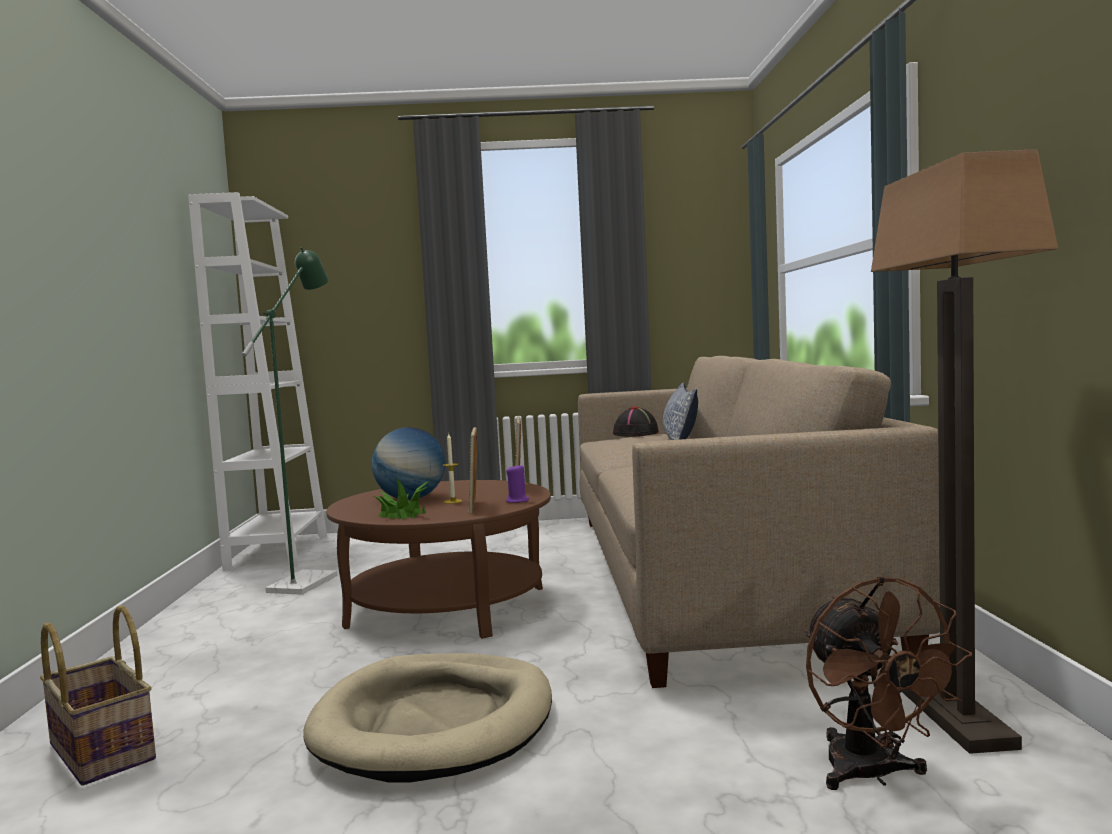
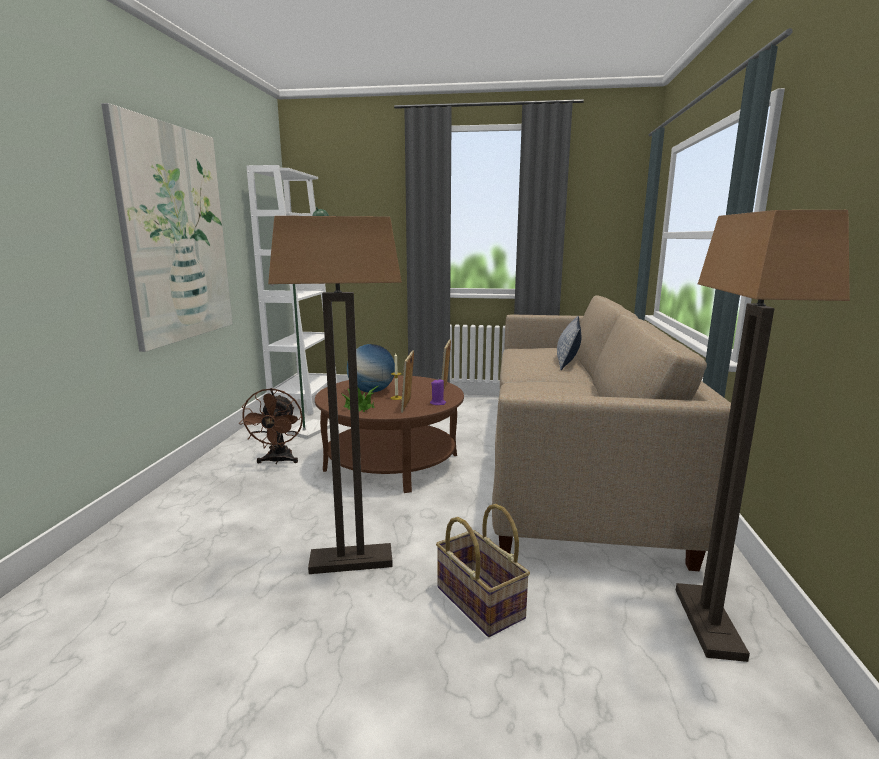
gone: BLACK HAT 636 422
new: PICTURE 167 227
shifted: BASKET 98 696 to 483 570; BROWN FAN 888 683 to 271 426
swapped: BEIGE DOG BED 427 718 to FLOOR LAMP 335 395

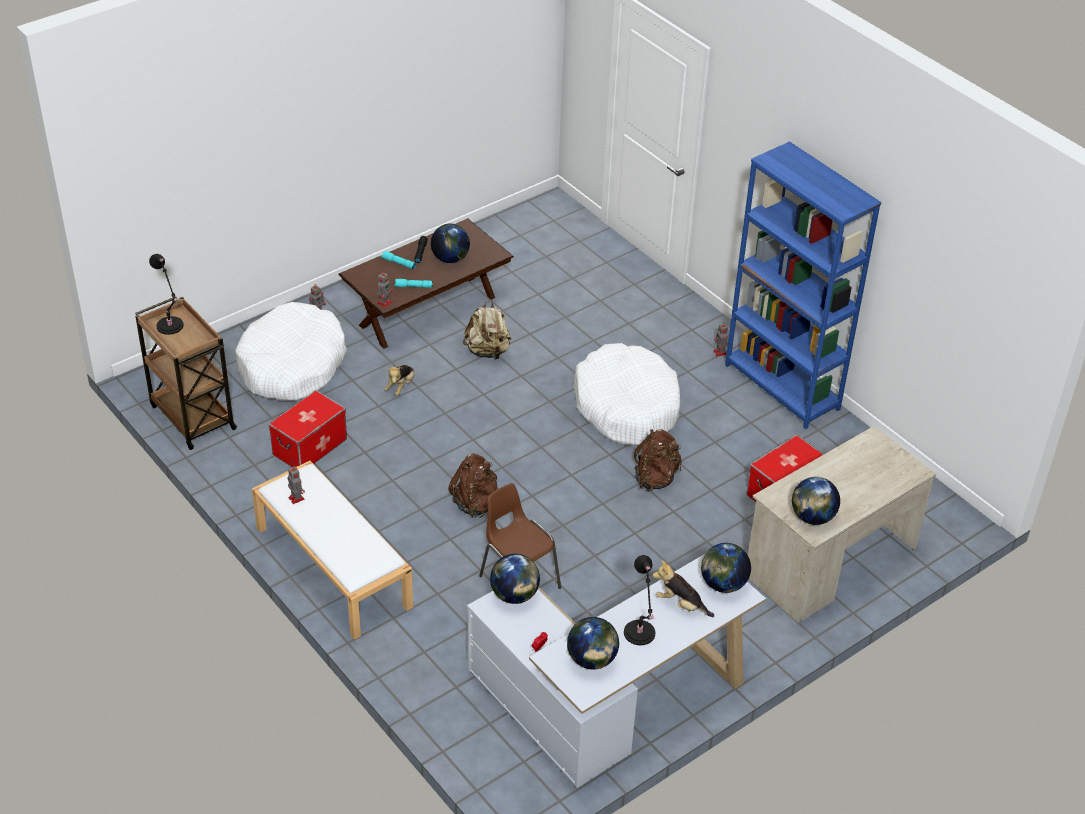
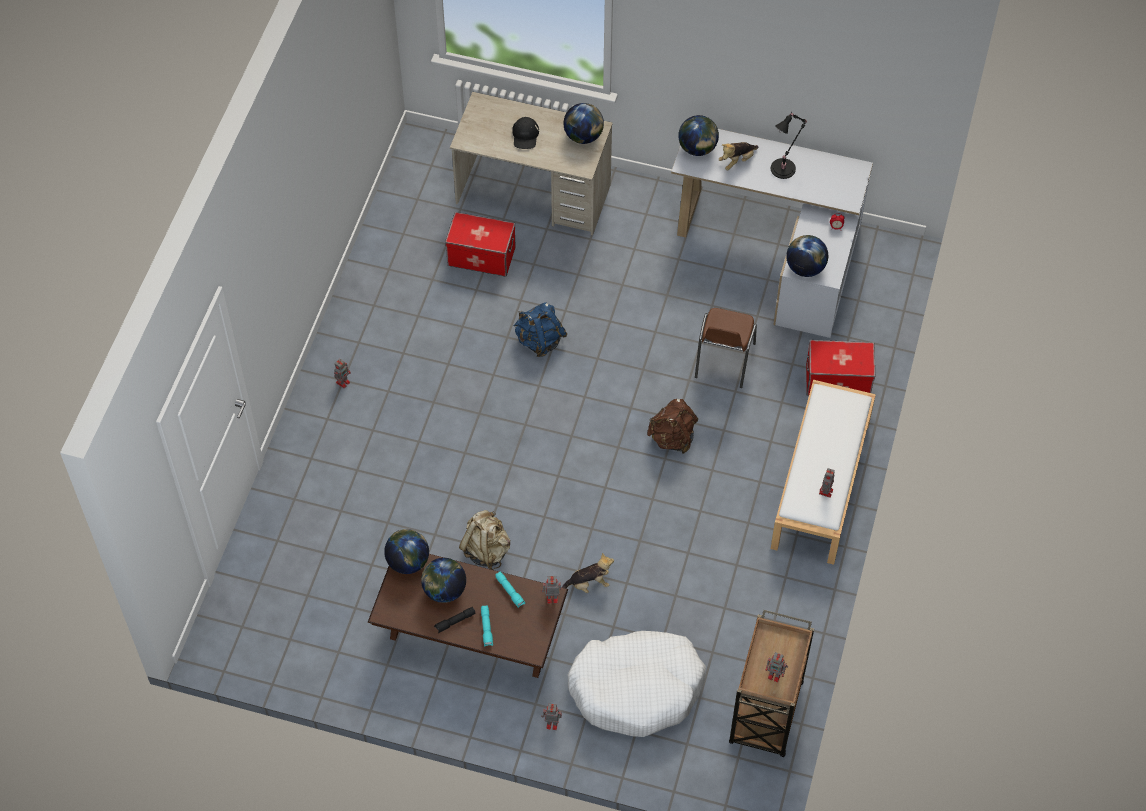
gone: WHITE DOG BED 627 394; BLUE BOOKCASE 803 285
new: BLACK CAP 525 133
shifted: STORAGE BOX 308 428 to 840 368; GLOBE 593 643 to 406 551
swapped: BLACK TABLE LAMP 166 294 to TOY ROBOT 776 667
repainted: BROWN BACKPACK 658 460 to BLUE BACKPACK 540 329
rotated: PLUSH TOY 683 588 = 739 156 60 degrees clockwise

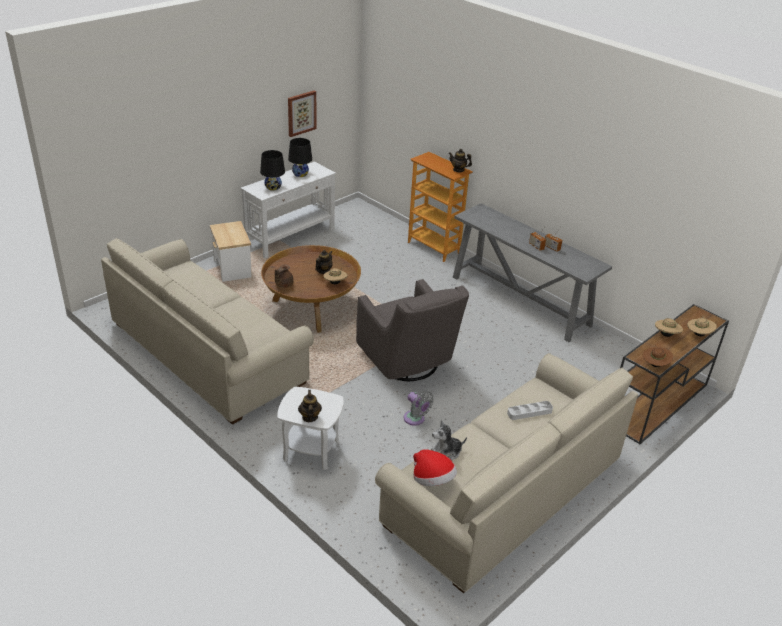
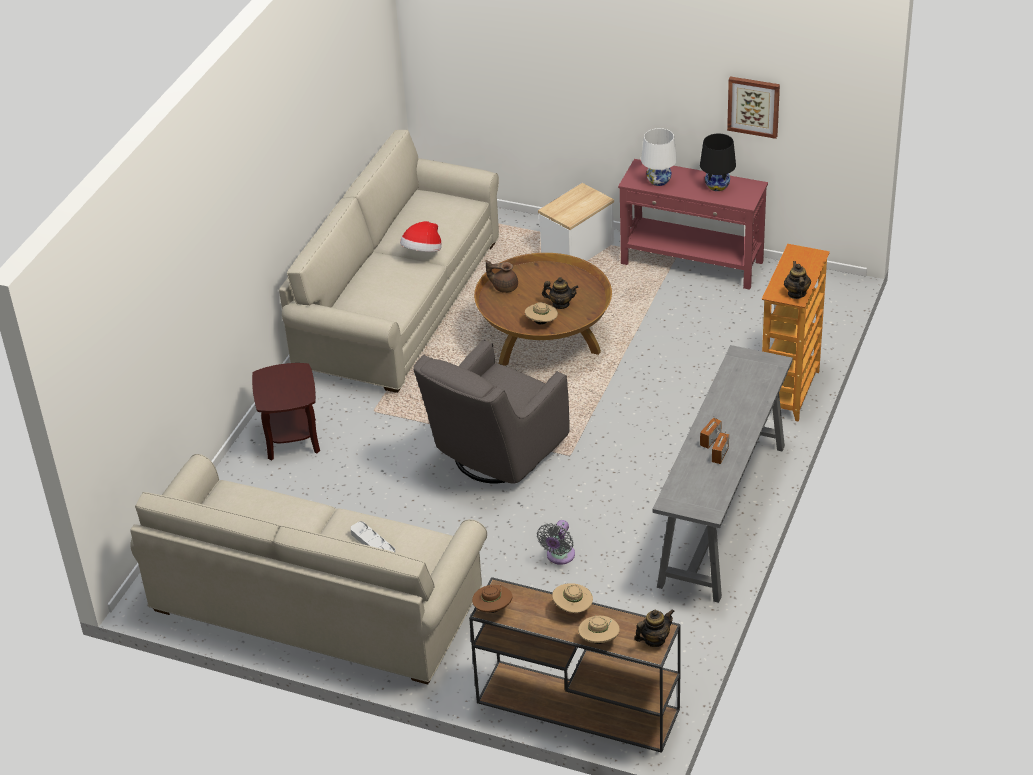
gone: PLUSH TOY 449 440
shifted: TEAPOT 310 406 to 655 628; GREY FAN 419 408 to 556 542; HAT 435 467 to 421 236
repainted: WHITE CONSOLE TABLE 288 210 to RED CONSOLE TABLE 693 224; BLACK TABLE LAMP 272 170 to WHITE TABLE LAMP 659 157; WHITE SIDE TABLE 310 429 to BROWN SIDE TABLE 286 411

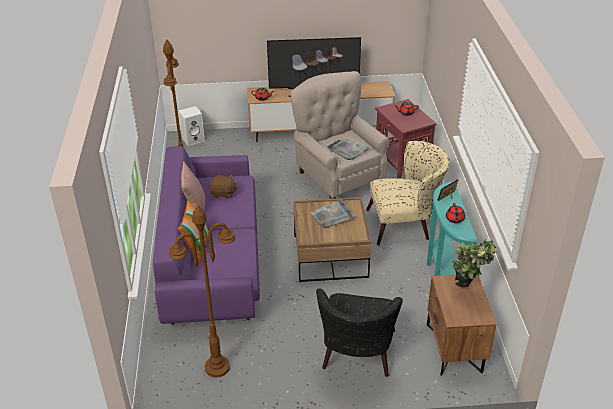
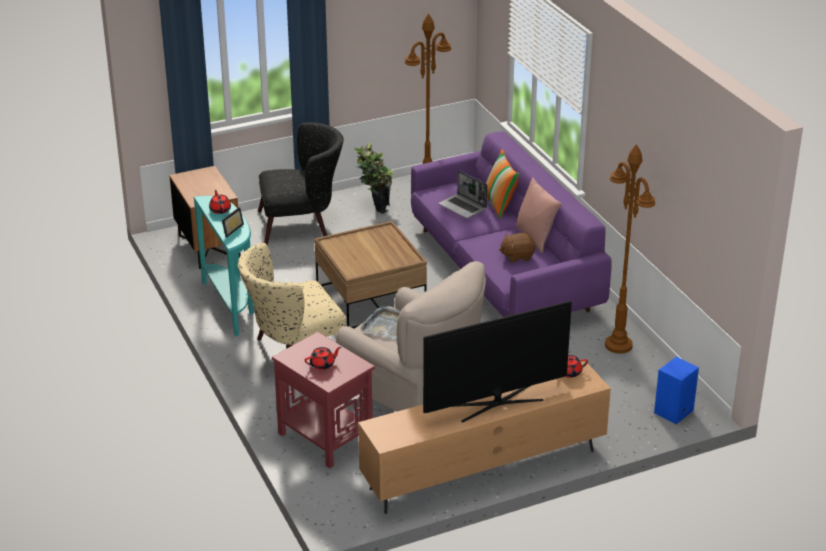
gone: GREY TRAY 332 213
new: LAPTOP 463 194
shifted: POTTED PLANT 474 263 to 374 178
repainted: WHITE SPEAKER 192 126 to BLUE SPEAKER 676 390
rotated: BLACK ARMCHAIR 359 332 = 301 184 90 degrees clockwise

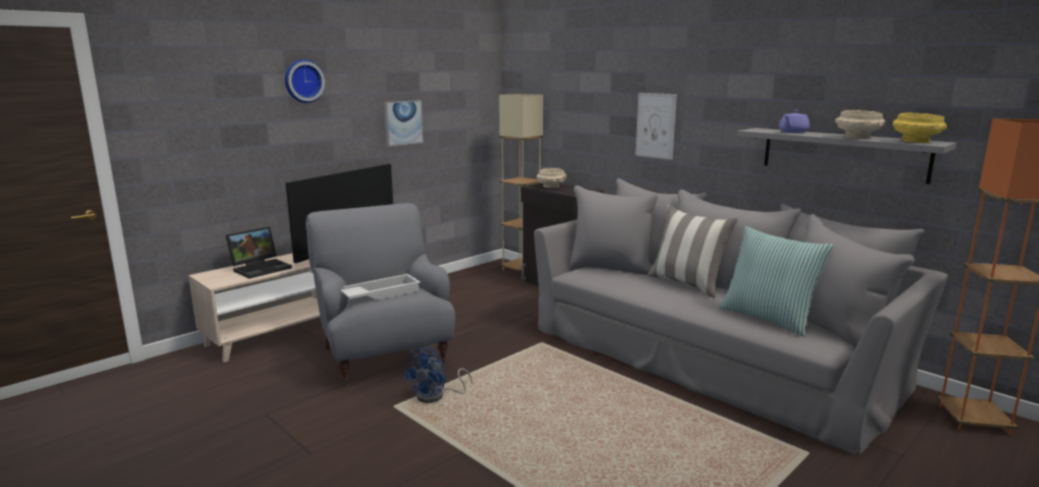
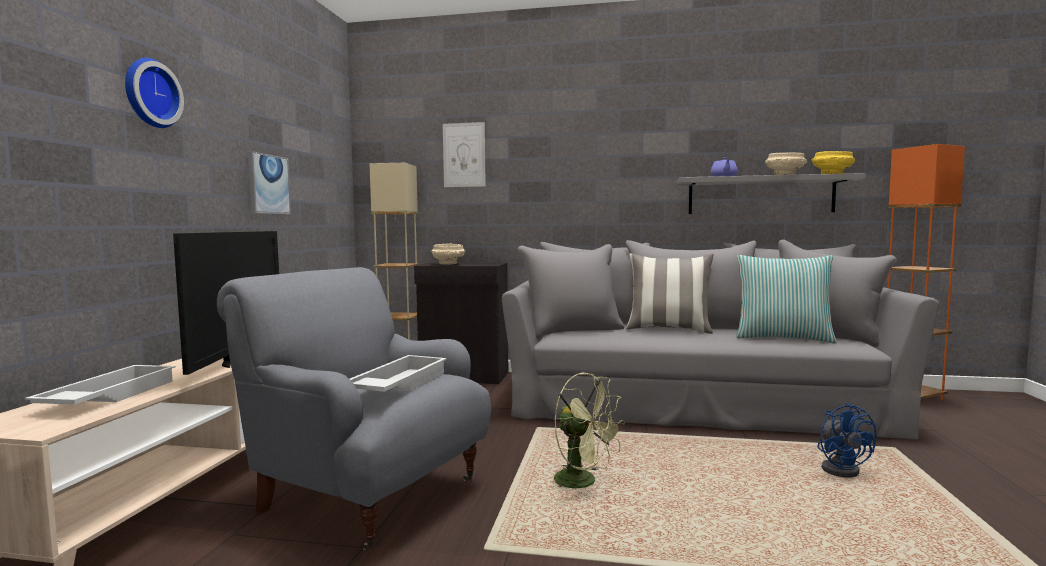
new: GREEN FAN 589 430
shifted: BLUE FAN 437 374 to 847 440; PICTURE 656 126 to 464 154
swapped: LAPTOP 258 253 to WHITE TRAY 100 385

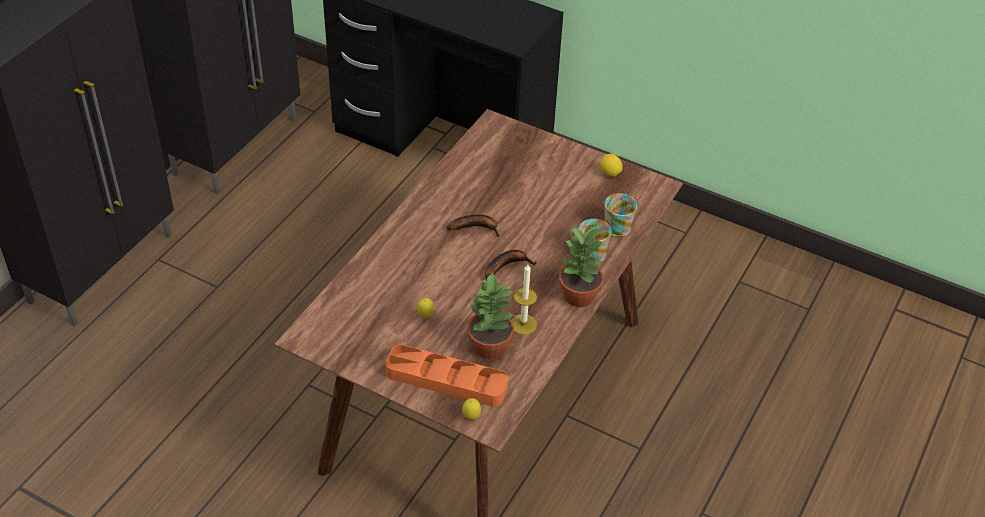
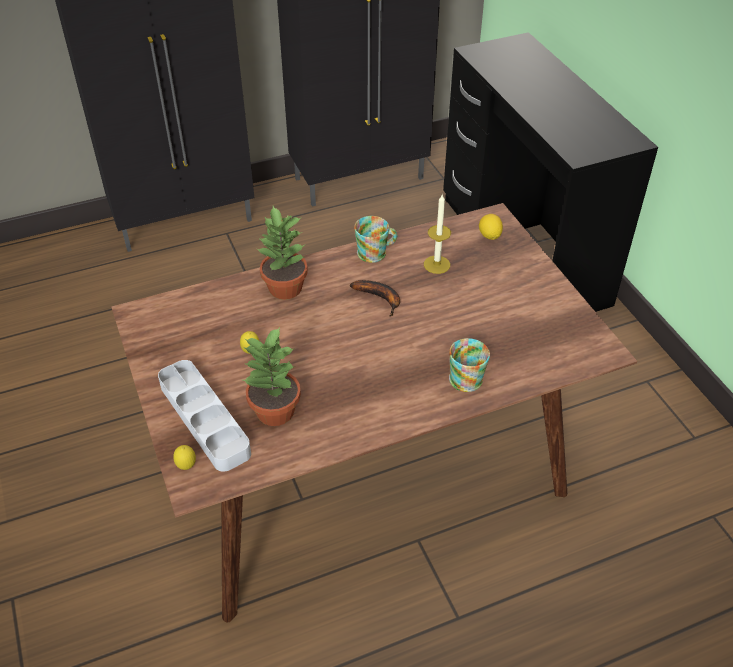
gone: BANANA 511 264
shifted: CANDLE 524 299 to 437 234; POTTED PLANT 581 267 to 282 252; LEMON 611 165 to 491 227; MUG 620 215 to 375 239
repainted: ORANGE TRAY 446 375 to GREY TRAY 204 416

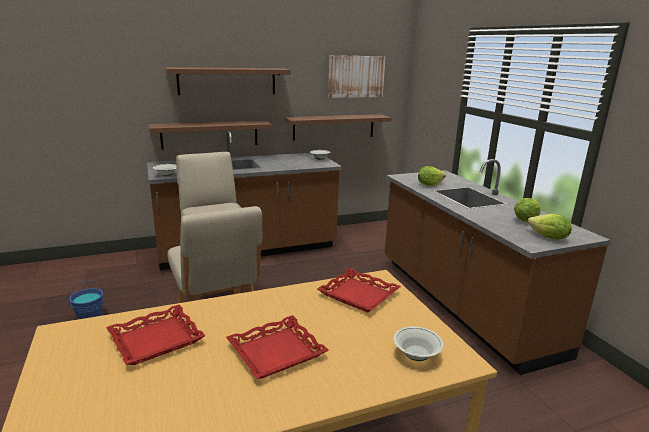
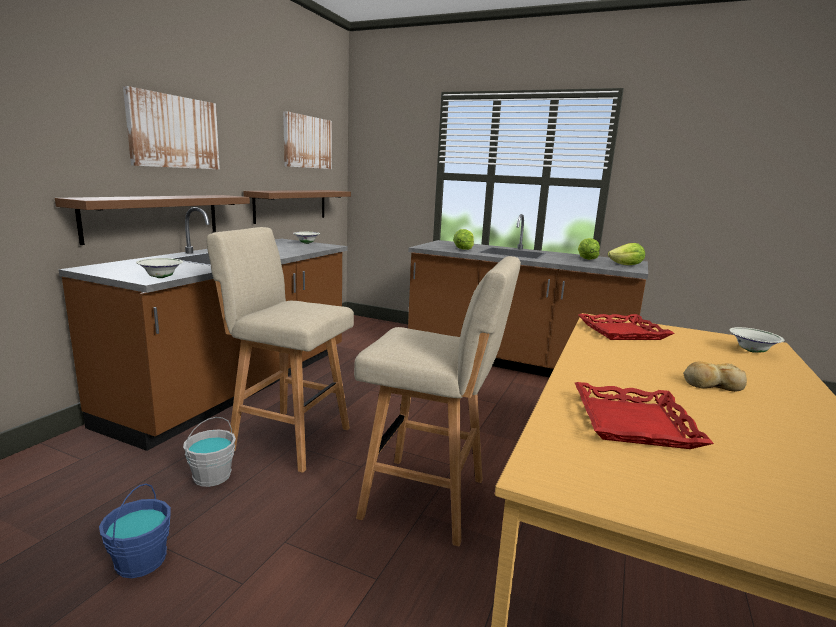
new: GREY BUCKET 209 452
swapped: BROWN SHELF 228 81 to PICTURE 171 128; RED TRAY 277 347 to BREAD 715 376

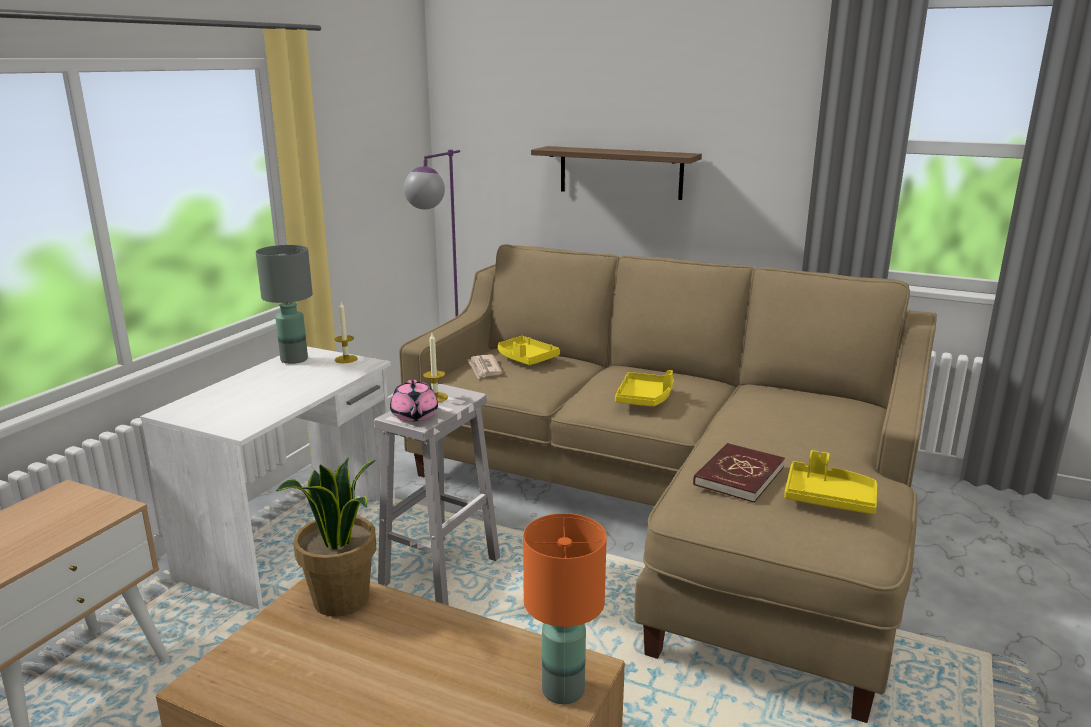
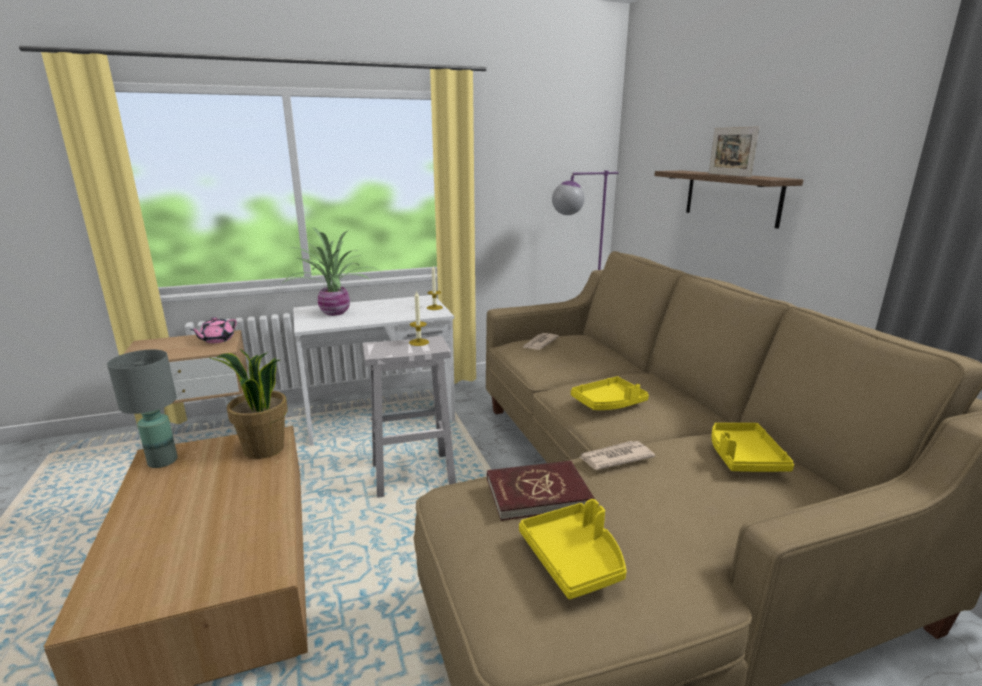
gone: ORANGE TABLE LAMP 565 608
new: POTTED PLANT 330 271; NEWSPAPER 617 455; PICTURE FRAME 734 151
shifted: GREY TABLE LAMP 284 304 to 142 409; PINK TEAPOT 414 401 to 213 330; YELLOW TRAY 529 350 to 752 447

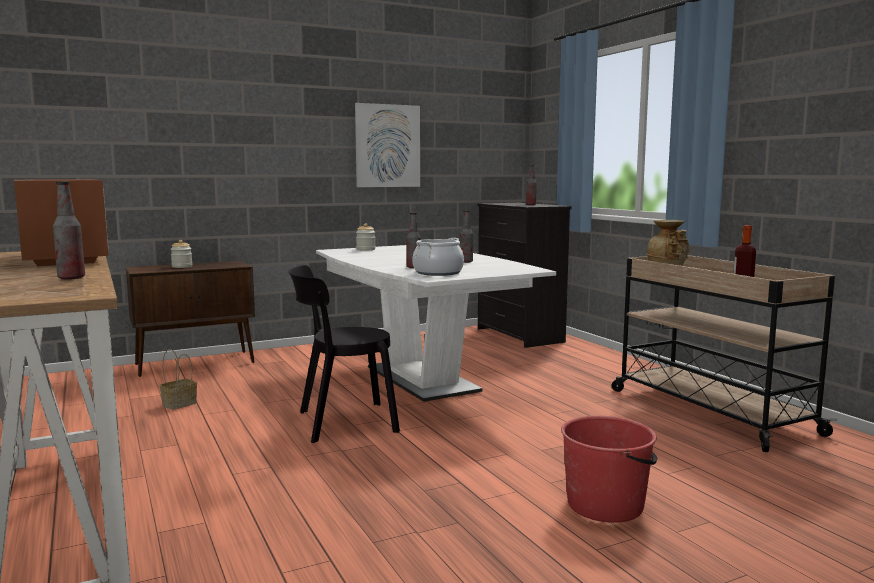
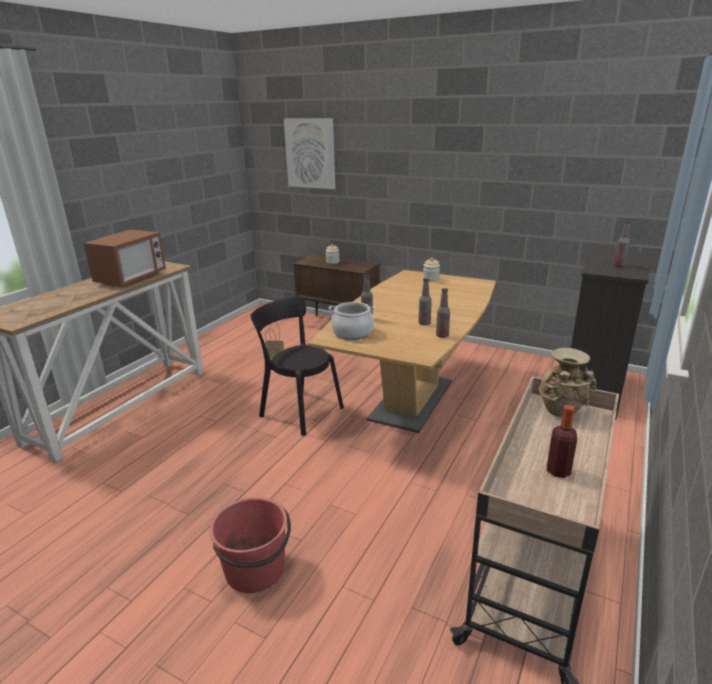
shifted: BOTTLE 69 230 to 443 313; PICTURE 387 145 to 309 153
repainted: WHITE DINING TABLE 436 323 to BROWN DINING TABLE 402 351

